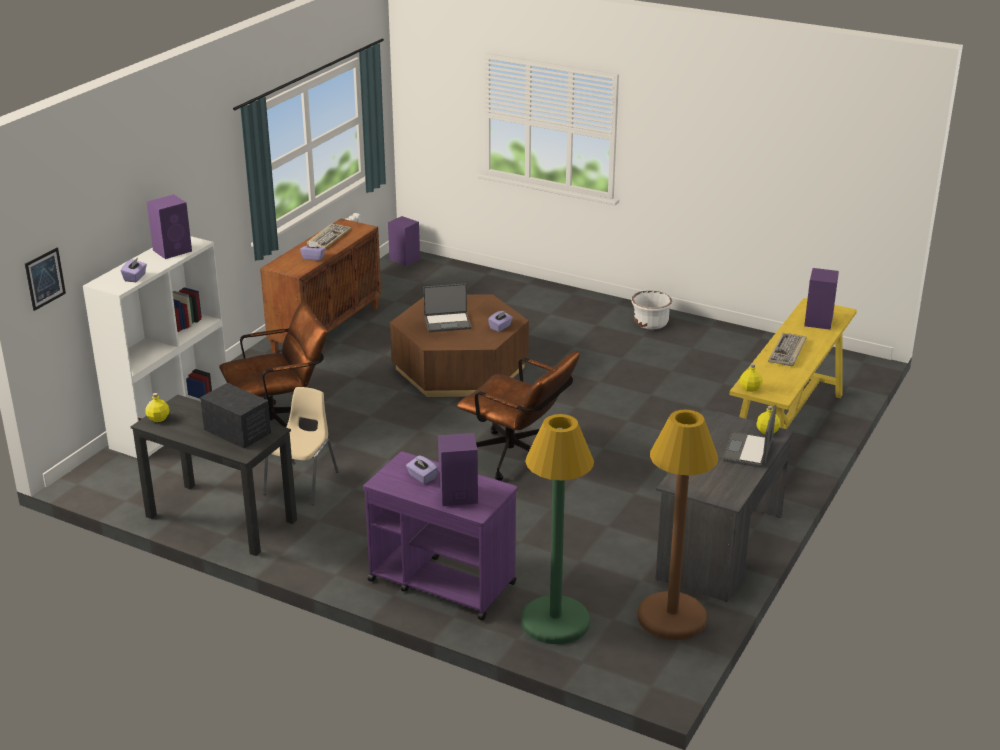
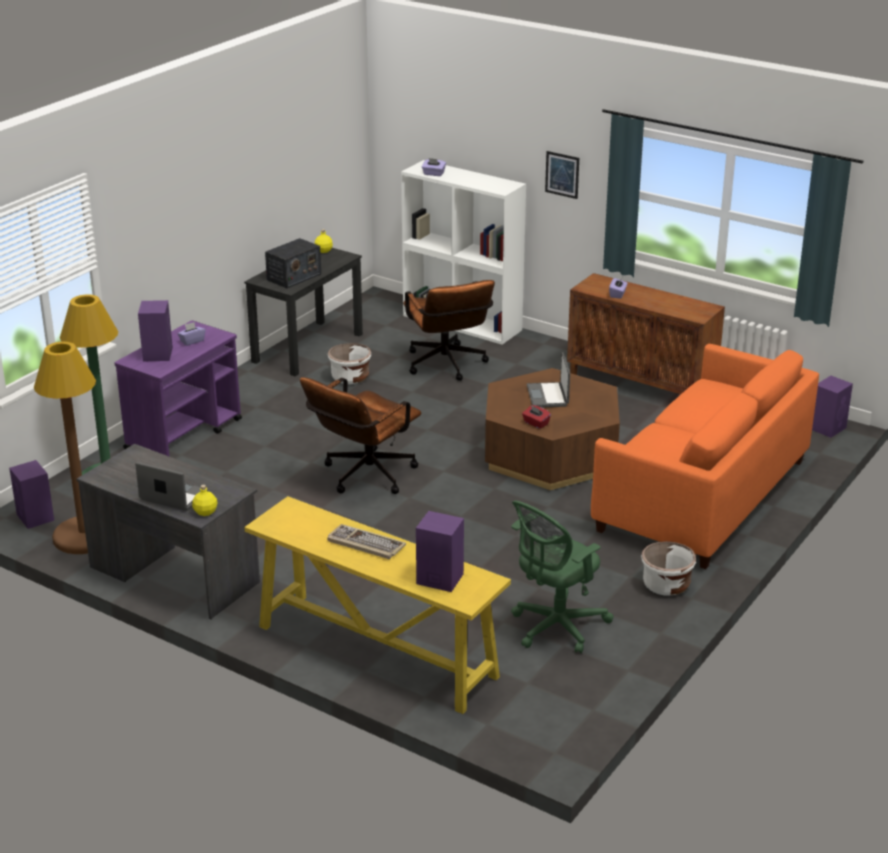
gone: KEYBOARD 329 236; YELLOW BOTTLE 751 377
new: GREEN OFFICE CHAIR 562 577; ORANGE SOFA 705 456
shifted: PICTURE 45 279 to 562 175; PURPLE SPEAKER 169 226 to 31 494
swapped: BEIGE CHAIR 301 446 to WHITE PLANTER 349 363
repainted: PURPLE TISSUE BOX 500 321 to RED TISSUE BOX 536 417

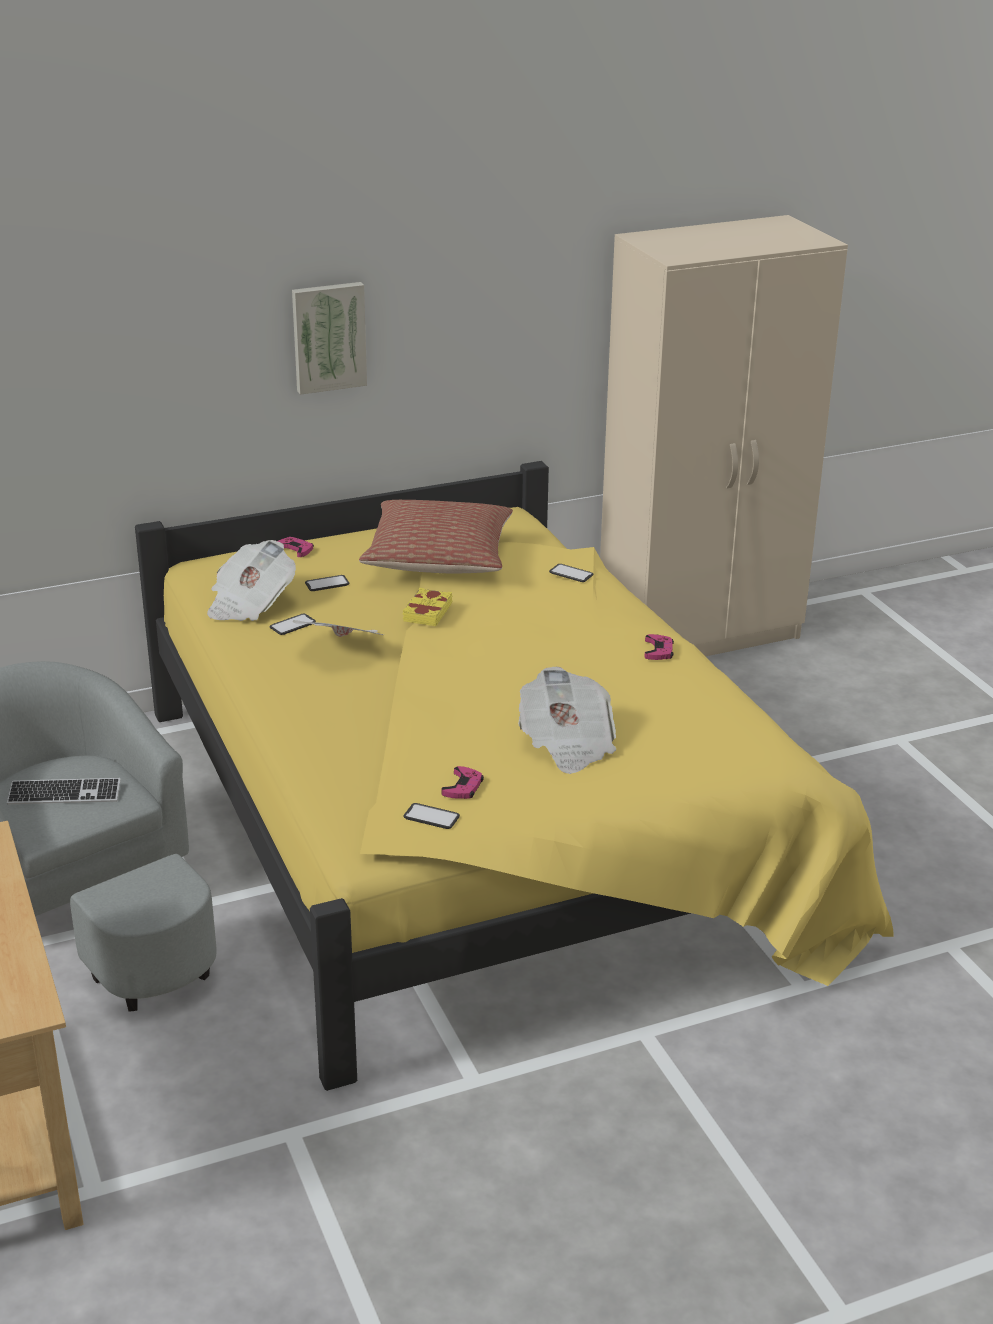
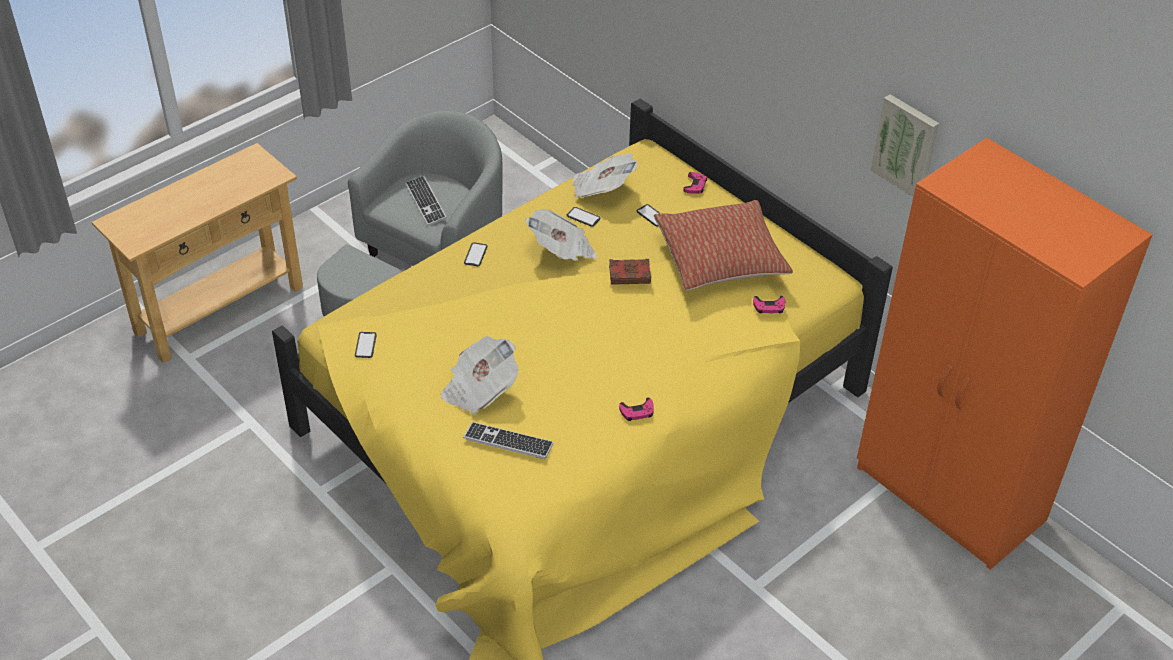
new: KEYBOARD 508 440
shifted: PICTURE 329 338 to 905 145; PINK GAME CONTROLLER 462 782 to 769 304; PHONE 571 573 to 475 254
repainted: YELLOW BOOK 428 607 to BROWN BOOK 630 272; BEIGE WARDROBE 724 436 to ORANGE WARDROBE 1004 354

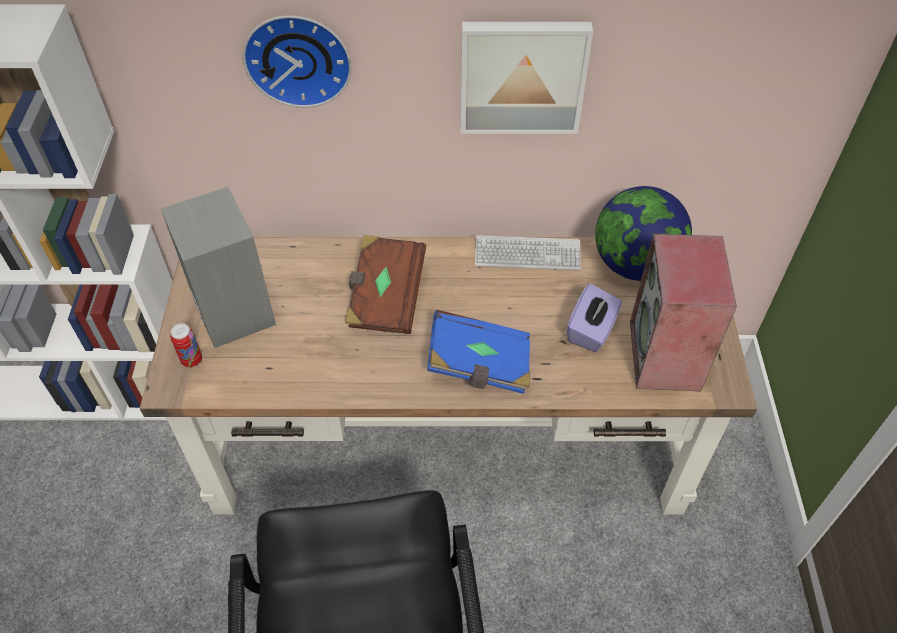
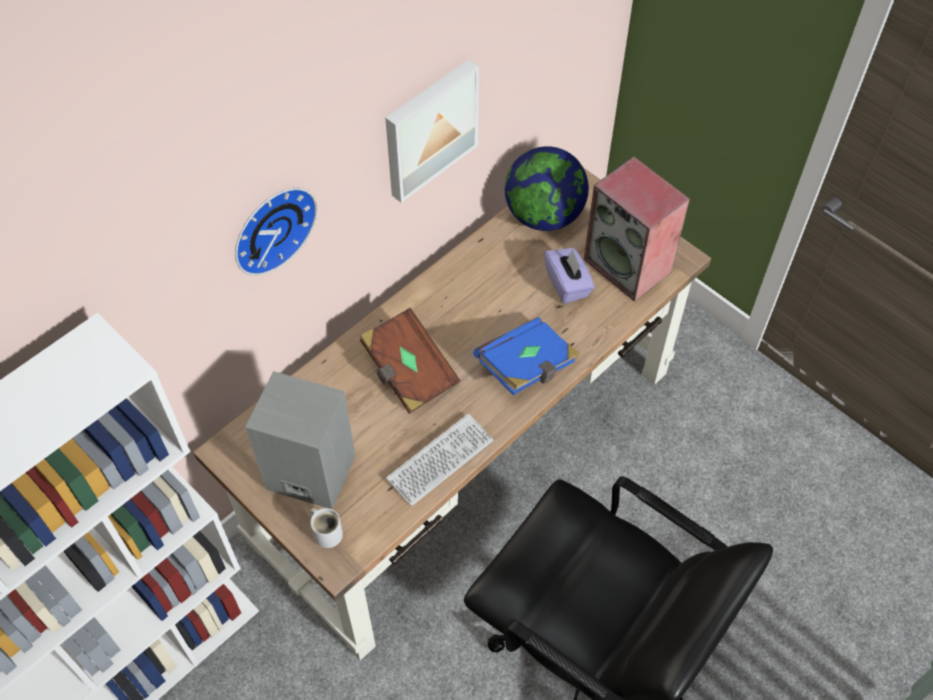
shifted: KEYBOARD 528 252 to 439 460
swapped: CAN 186 345 to WHITE MUG 326 528

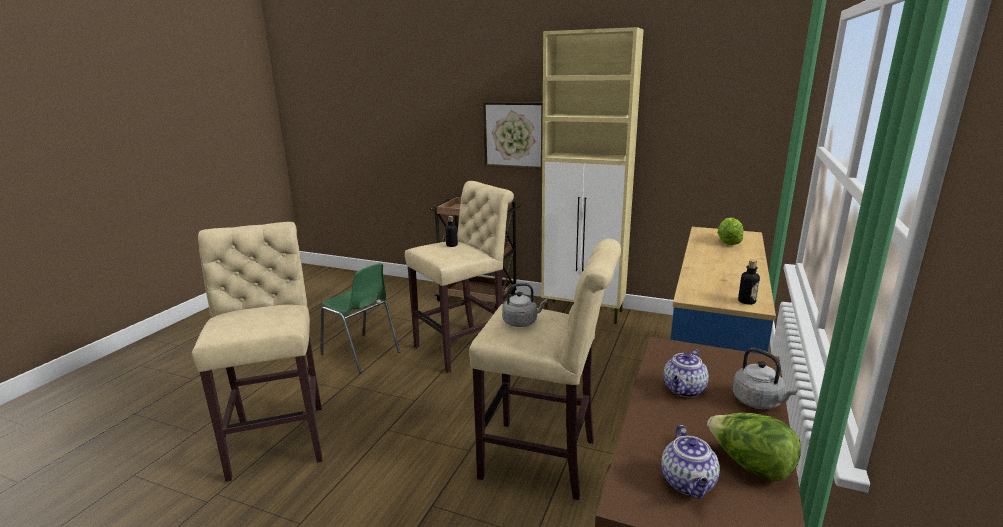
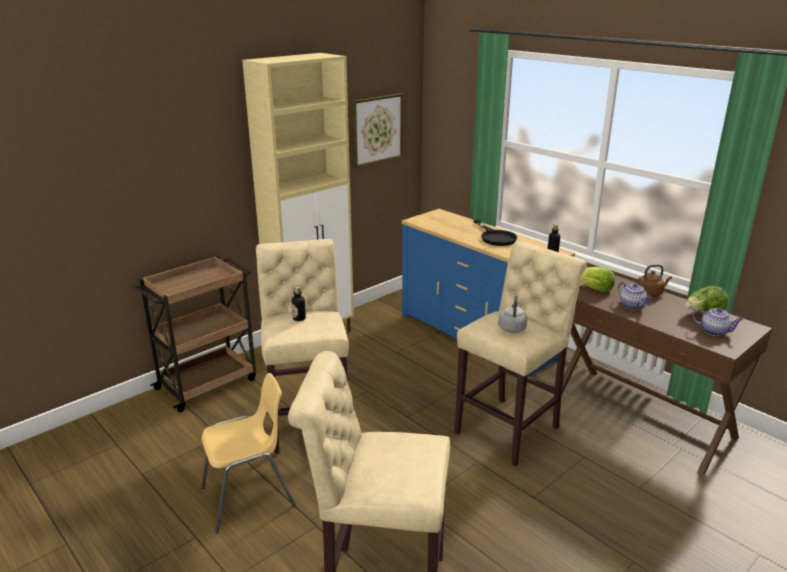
new: BLACK FRYING PAN 495 233
shifted: PICTURE 513 135 to 377 130; LETTUCE 730 231 to 598 279
repainted: GREEN CHAIR 360 318 to YELLOW CHAIR 248 453; GREY KETTLE 765 378 to BROWN KETTLE 654 280

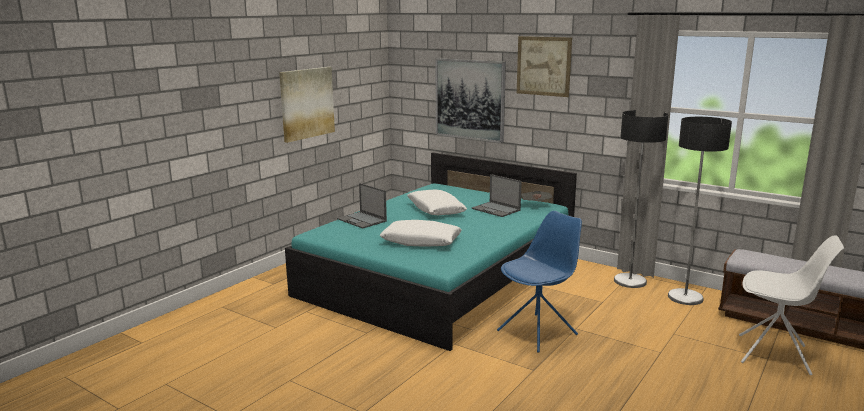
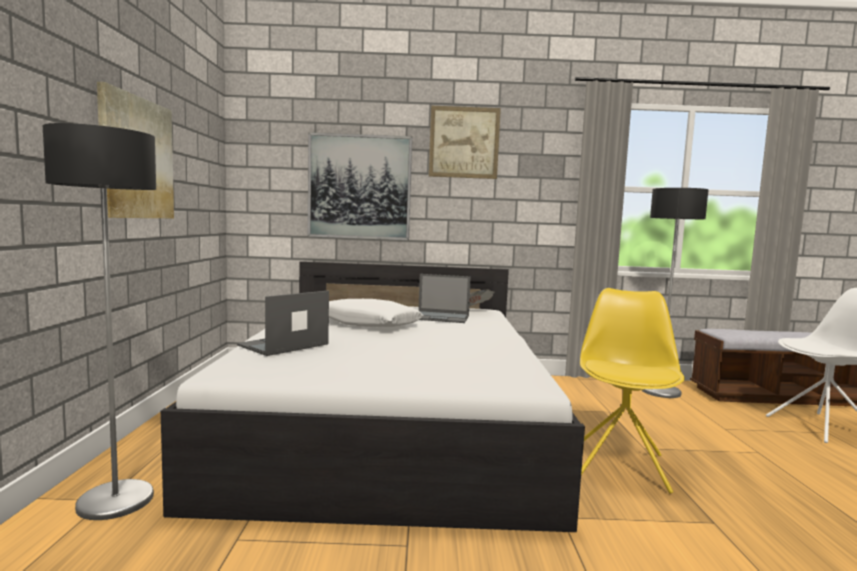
gone: WHITE PILLOW 421 233
shifted: FLOOR LAMP 641 199 to 99 321
repainted: TURQUOISE BED 431 251 to WHITE BED 373 396; BLUE CHAIR 539 282 to YELLOW CHAIR 632 391
rotated: LAPTOP 362 206 = 283 323 120 degrees clockwise

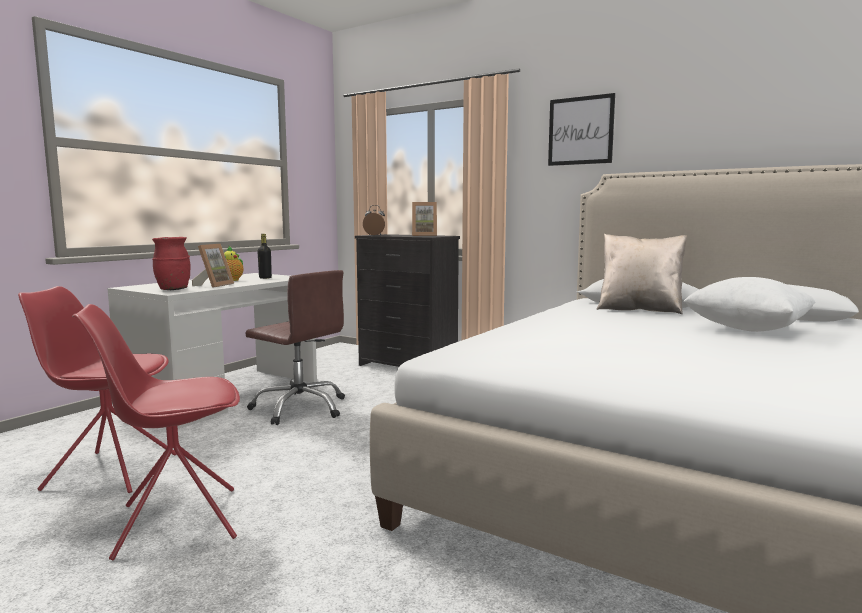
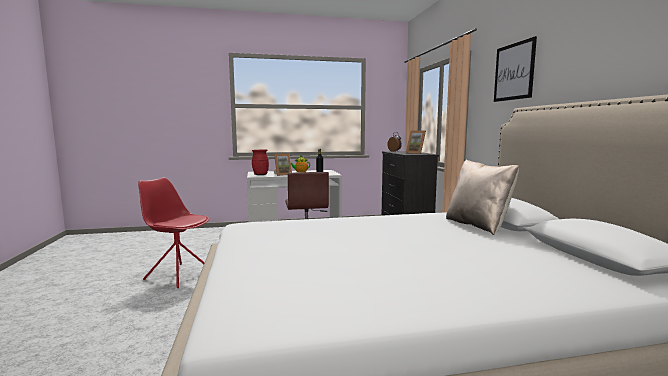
gone: RED CHAIR 97 389; WHITE PILLOW 749 304

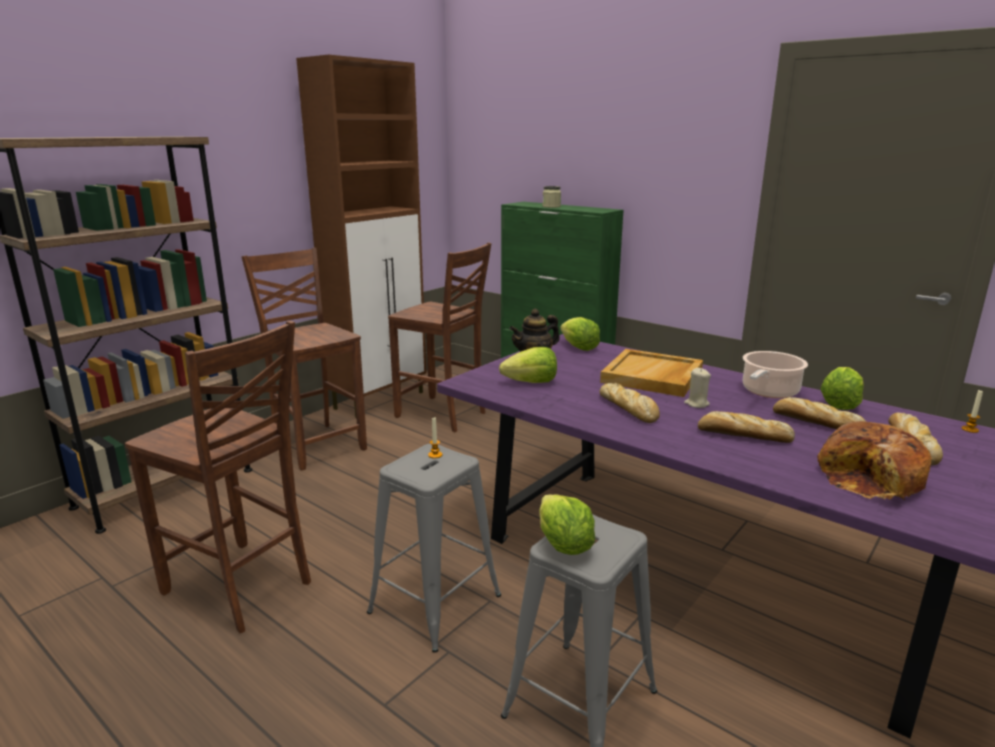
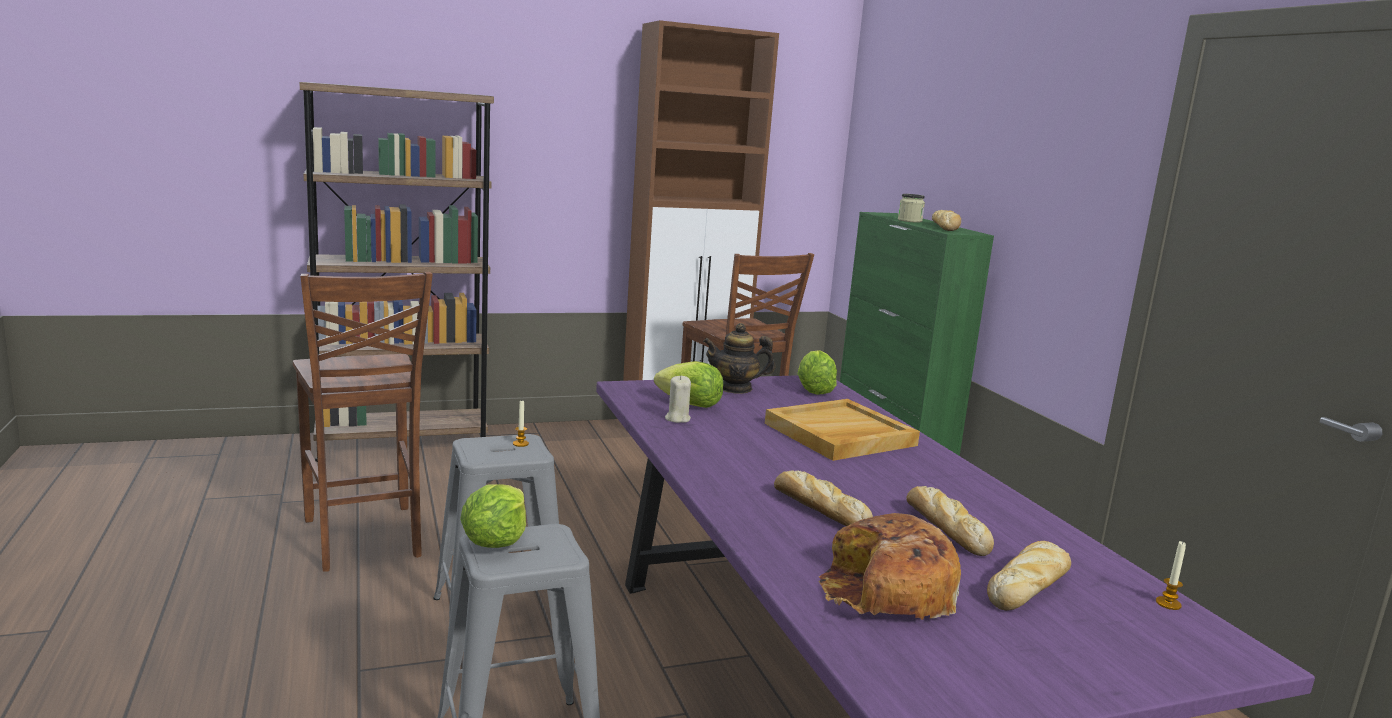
gone: BROWN CHAIR 304 359; COOKING POT 775 374; LETTUCE 842 388
shifted: BREAD 630 403 to 946 220; BEIGE CANDLE 697 388 to 678 399

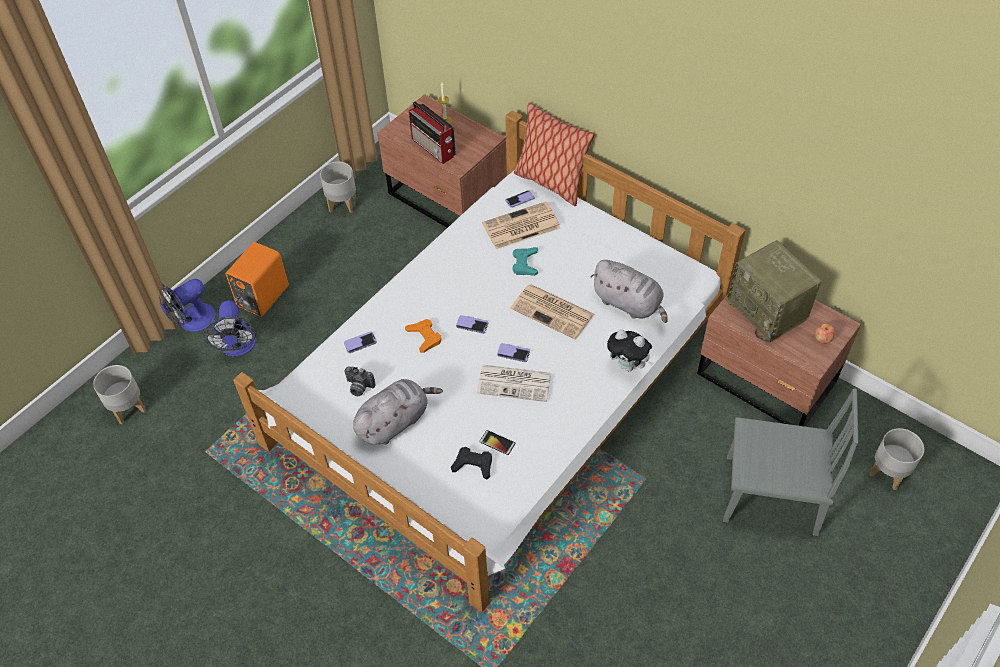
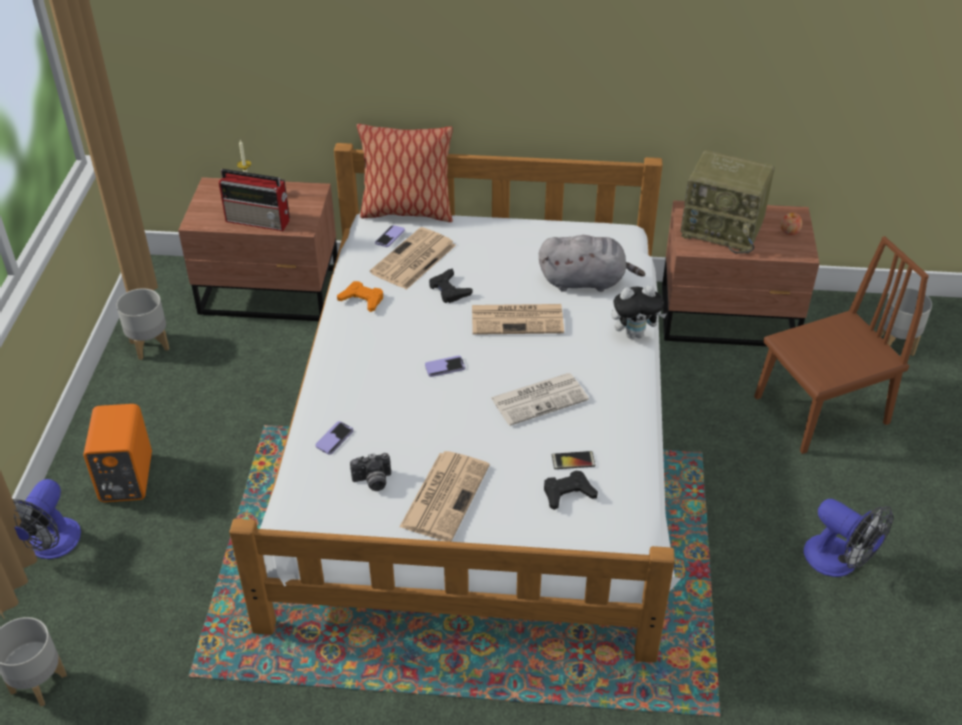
gone: PHONE 513 352
shifted: FAN 229 328 to 848 538; ORANGE GAME CONTROLLER 423 336 to 360 296
swapped: GREY PLUSH TOY 398 412 to NEWSPAPER 445 496
repainted: TURQUOISE GAME CONTROLLER 525 261 to BLACK GAME CONTROLLER 450 285; GREY CHAIR 790 462 to BROWN CHAIR 841 345

